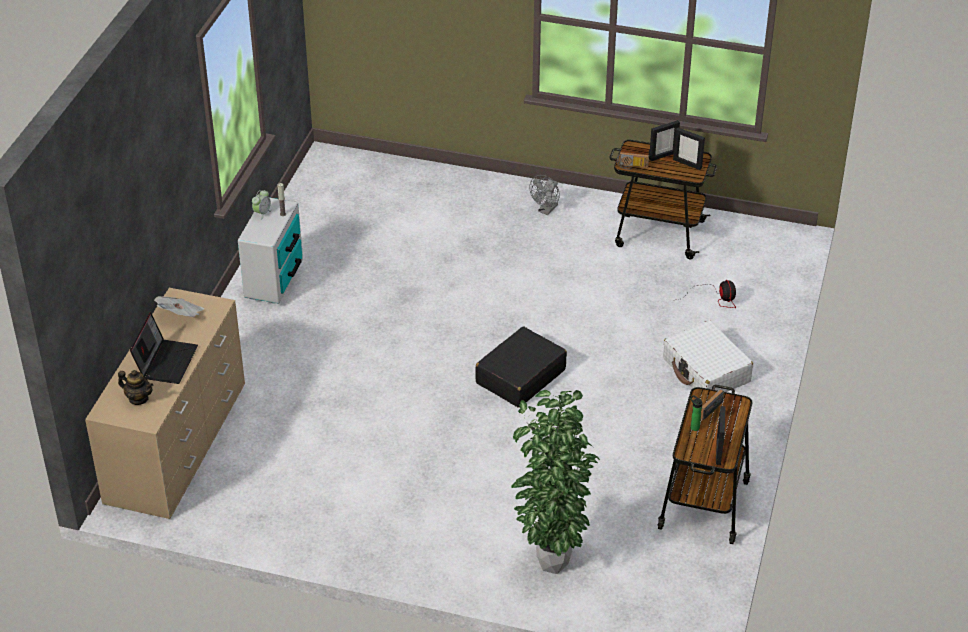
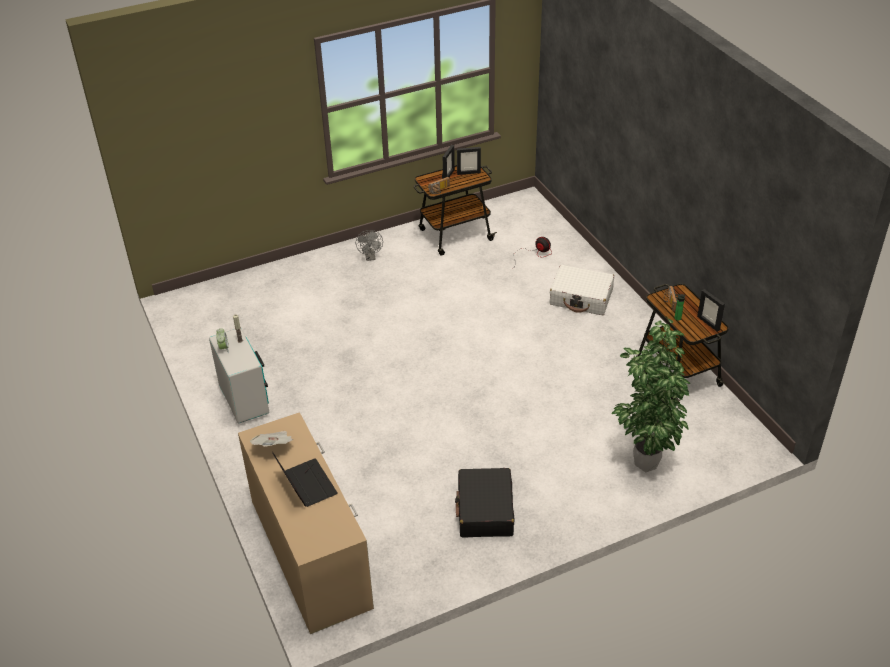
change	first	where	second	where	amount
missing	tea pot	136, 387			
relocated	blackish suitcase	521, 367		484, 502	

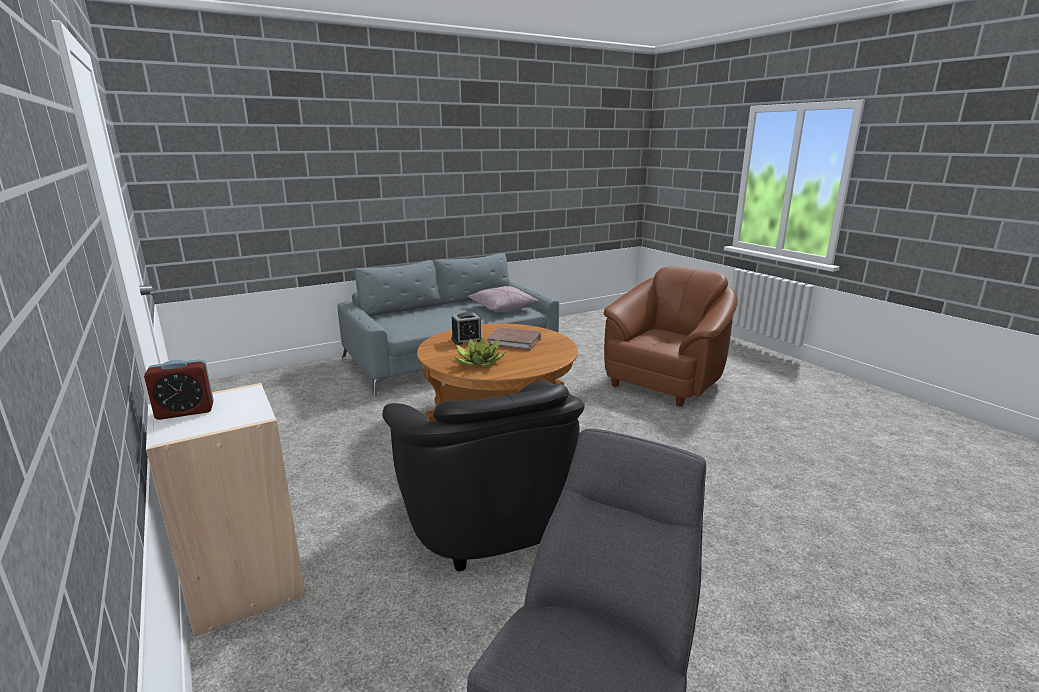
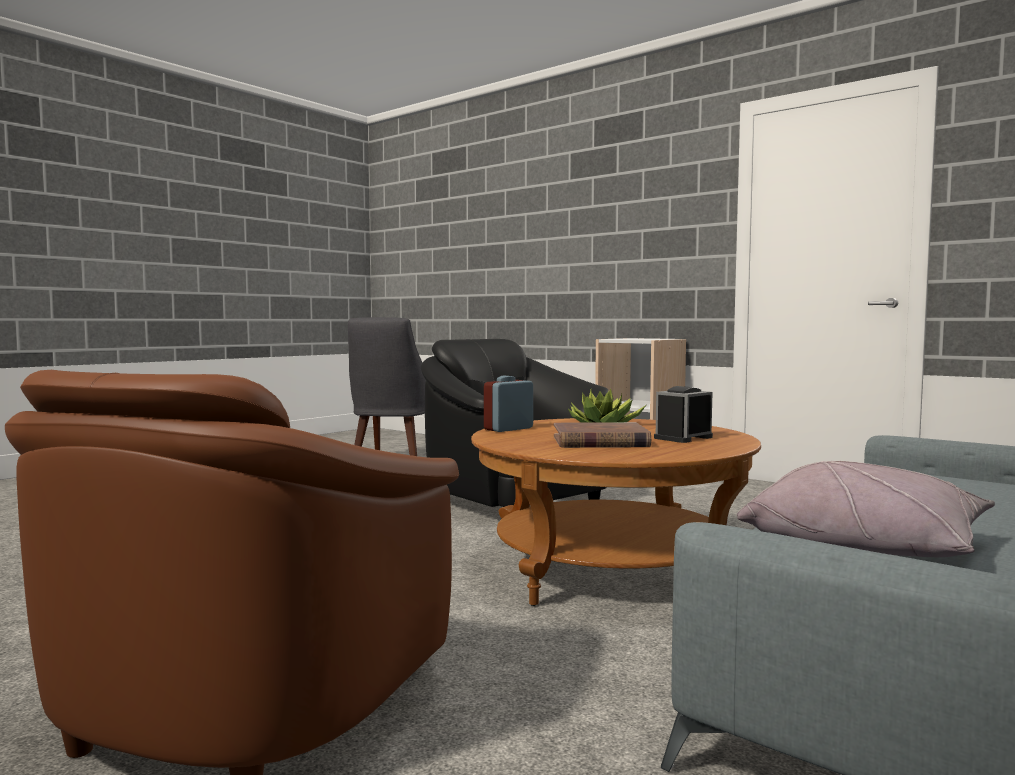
change	first	where	second	where	amount
relocated	alarm clock	179, 389		508, 403	

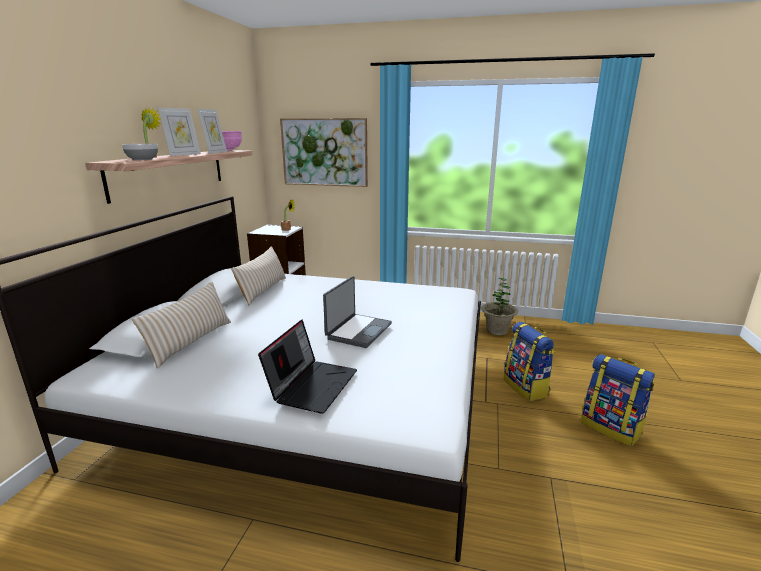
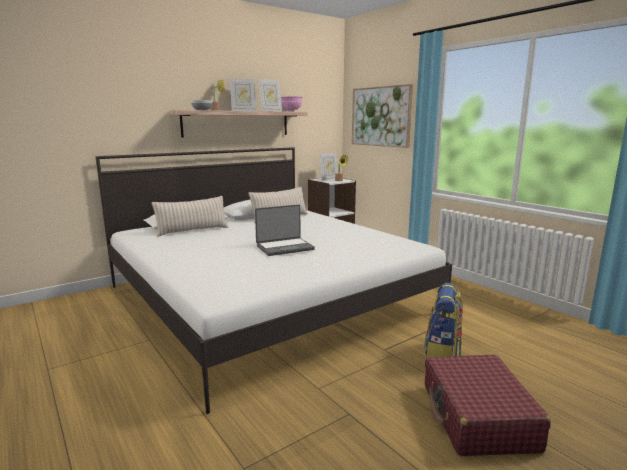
change	first	where	second	where	amount
missing	laptop	307, 367			
missing	plant in a pot	499, 306			
appeared			standing frame	328, 167	
exchanged	backpack	618, 400	reddish suitcase	488, 405	

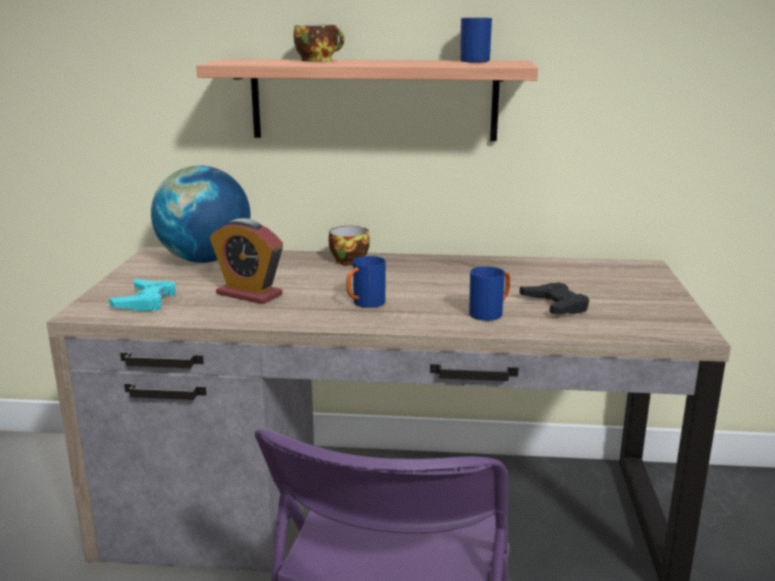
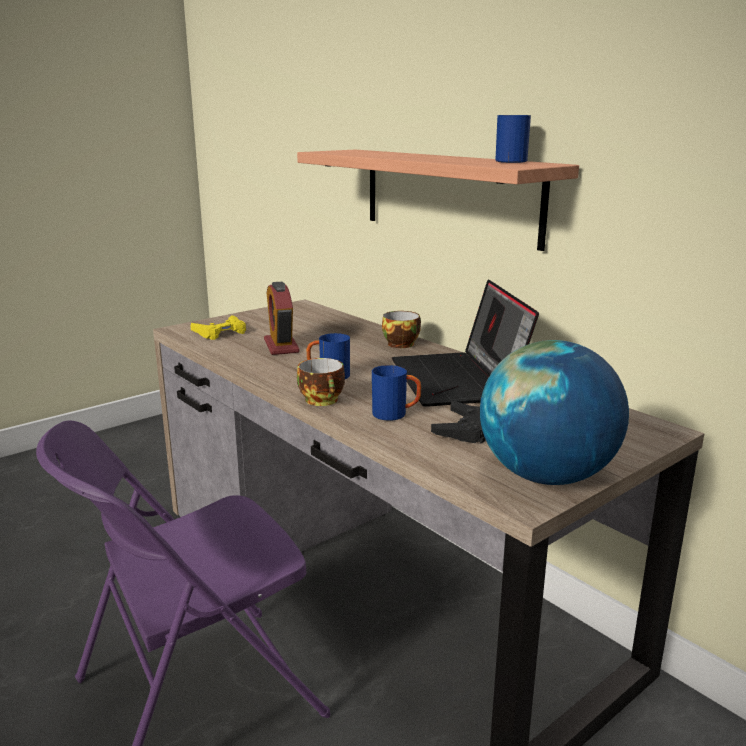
change	first	where	second	where	amount
appeared			laptop	465, 343	
relocated	desk globe	200, 214		554, 412	
relocated	small cup	319, 43		321, 382	
colour	turquoise joypad	142, 294	yellow-coloured joypad	218, 327	

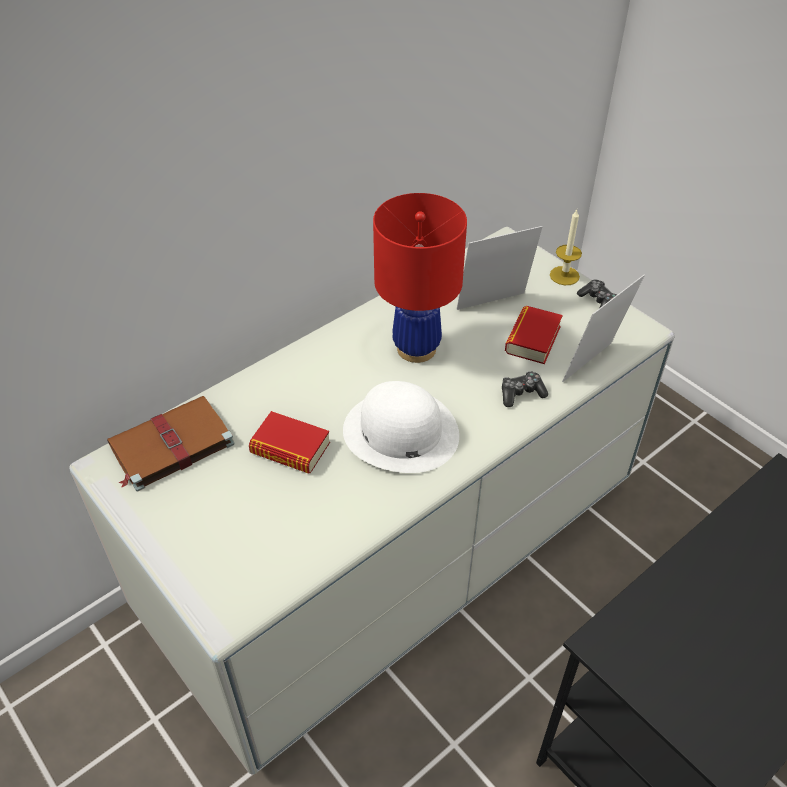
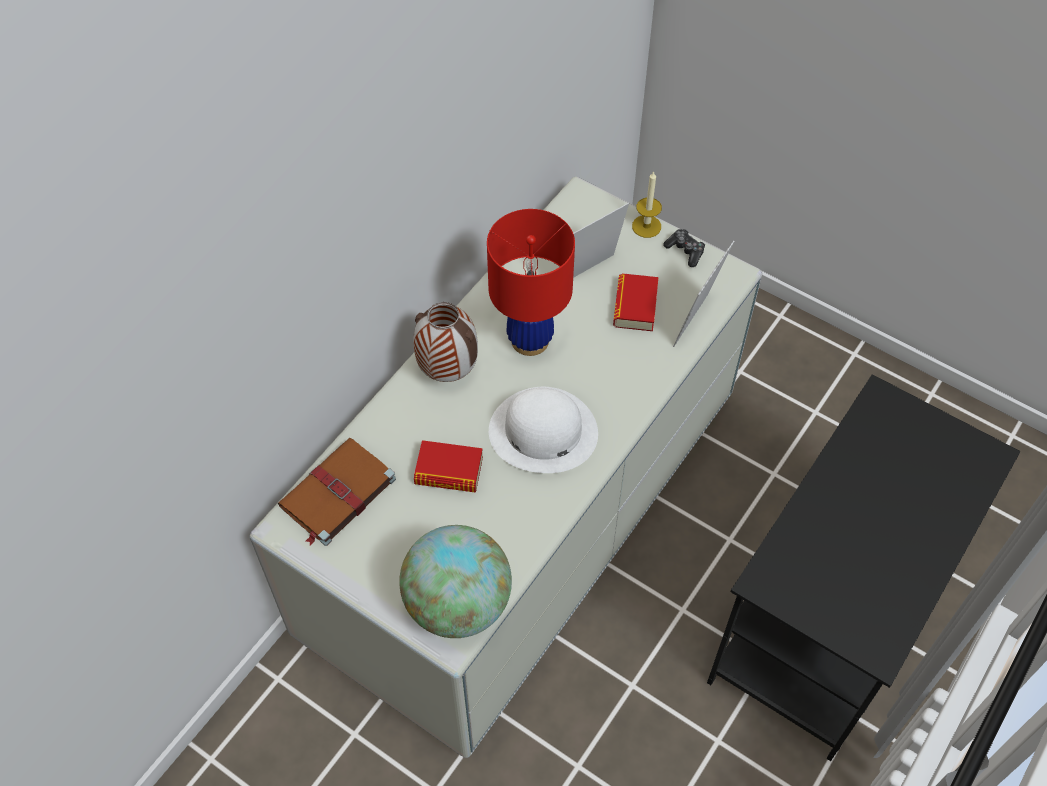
change	first	where	second	where	amount
missing	joypad	525, 389			
appeared			desk globe	455, 581	
appeared			decorative vase	446, 342	

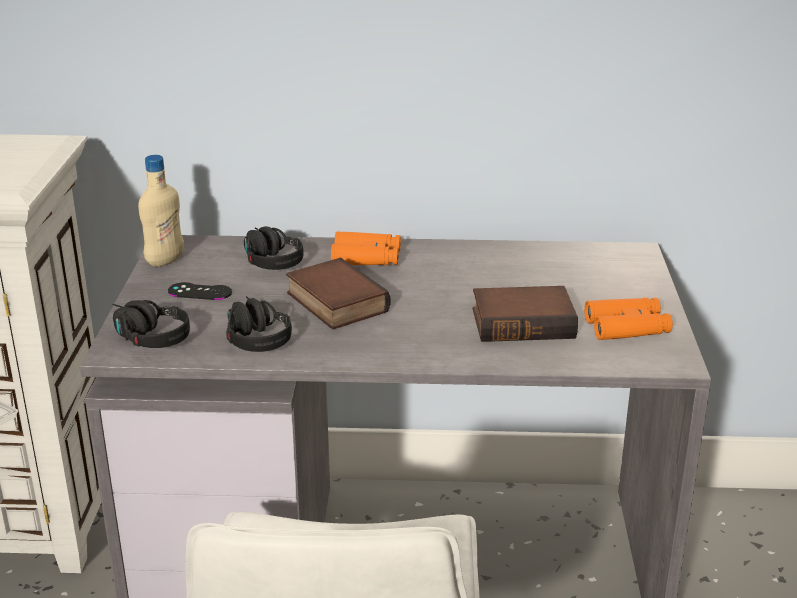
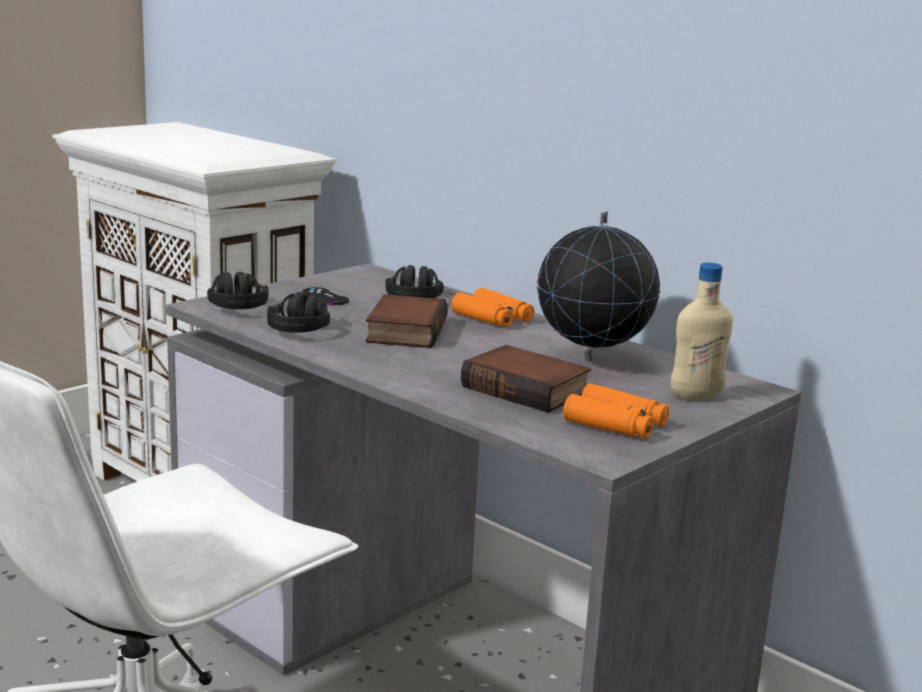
change	first	where	second	where	amount
appeared			desk globe	599, 286	
relocated	sand-coloured drink bottle	161, 211		702, 331	

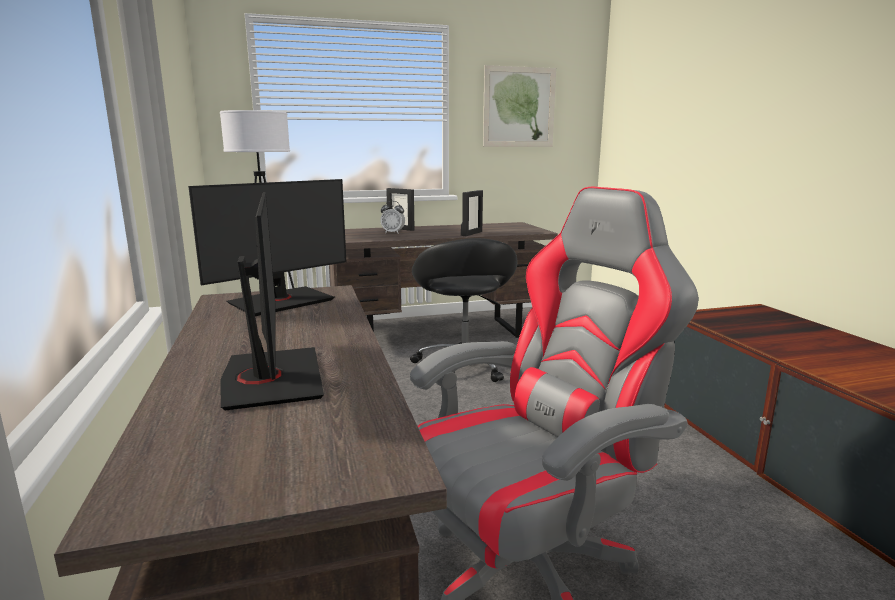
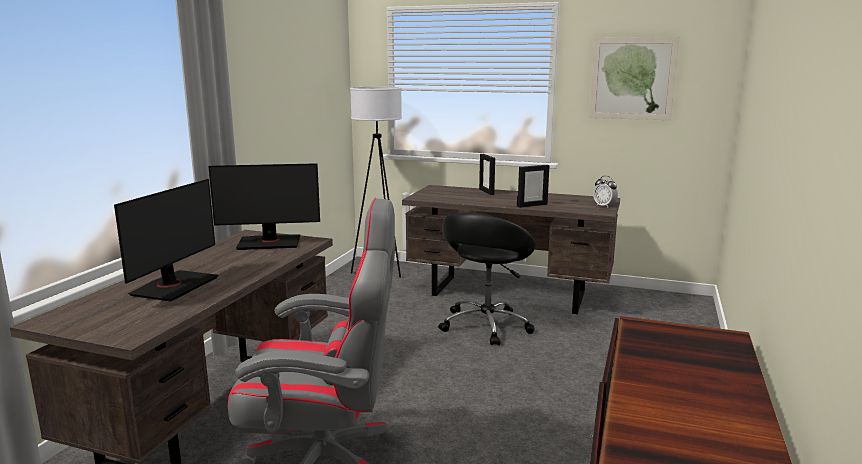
change	first	where	second	where	amount
relocated	alarm clock	392, 217		605, 192	

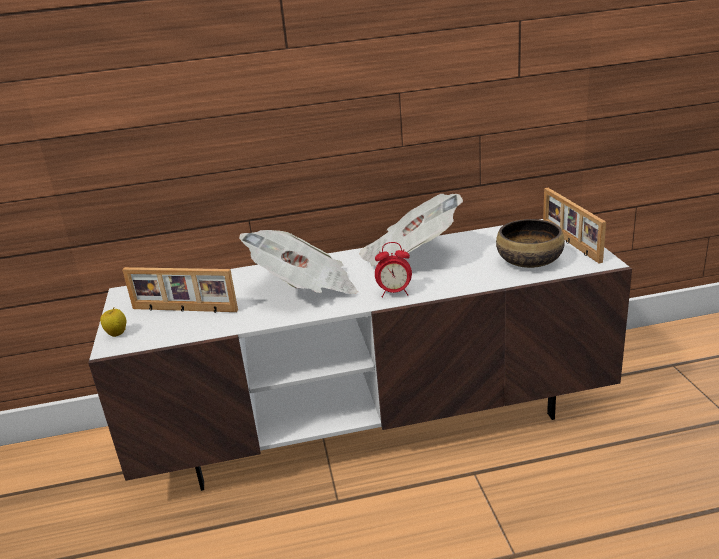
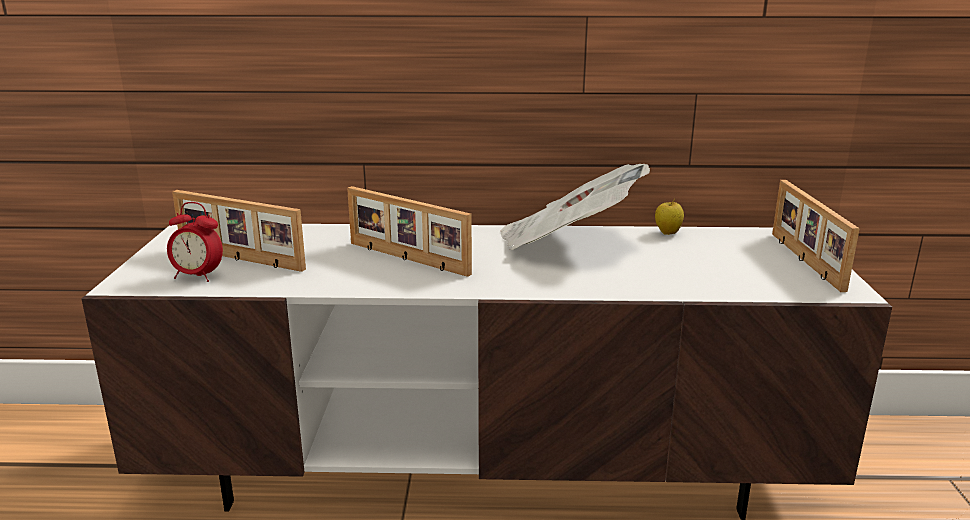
change	first	where	second	where	amount
missing	deep dish	530, 243			
relocated	apple fruit	113, 322		669, 217	
relocated	alarm clock	393, 270		195, 242	
exchanged	daily paper	298, 262	standing frame	409, 231	

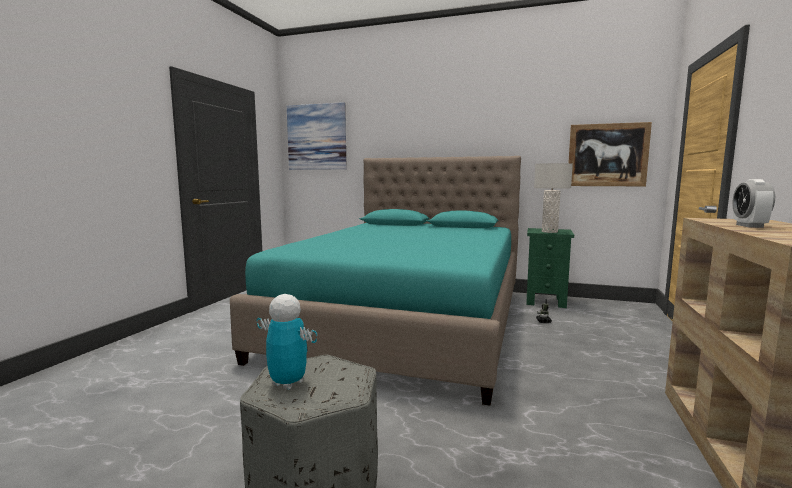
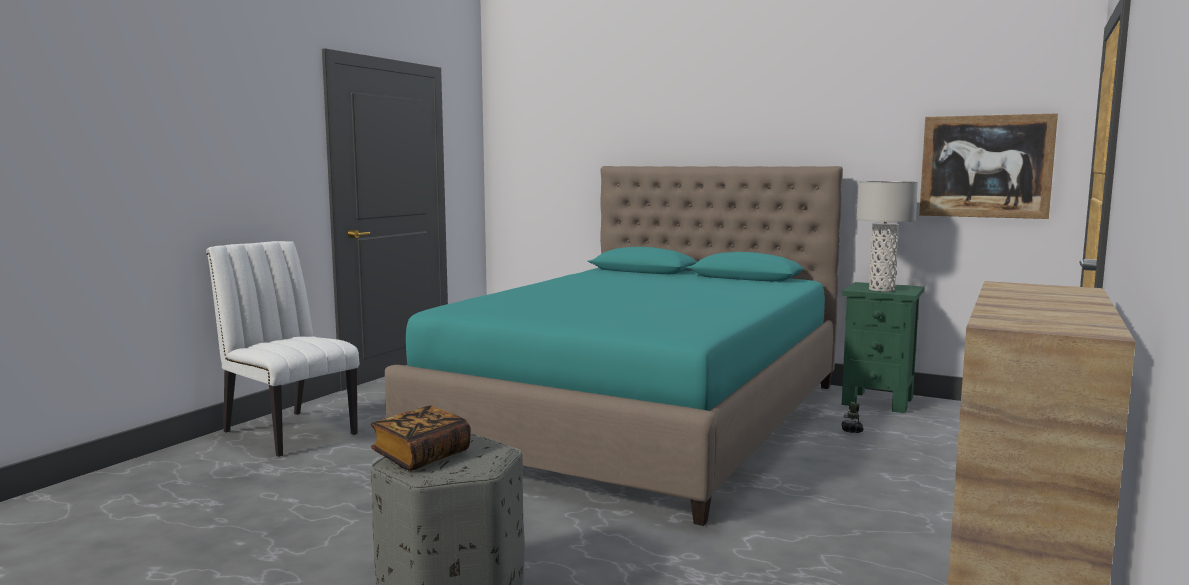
change	first	where	second	where	amount
missing	picture	317, 136			
missing	alarm clock	753, 203			
appeared			white plain chair	283, 349	
exchanged	robot figure	287, 342	book	421, 438	

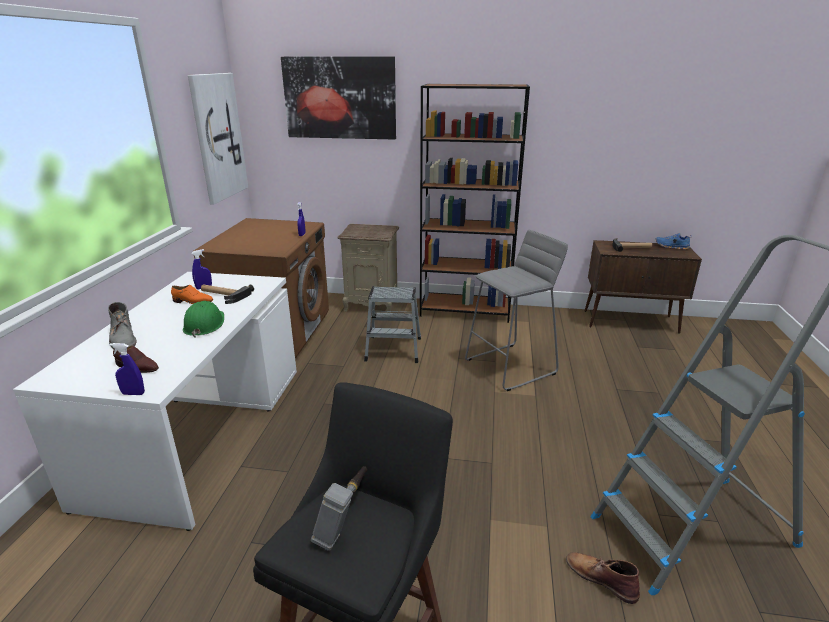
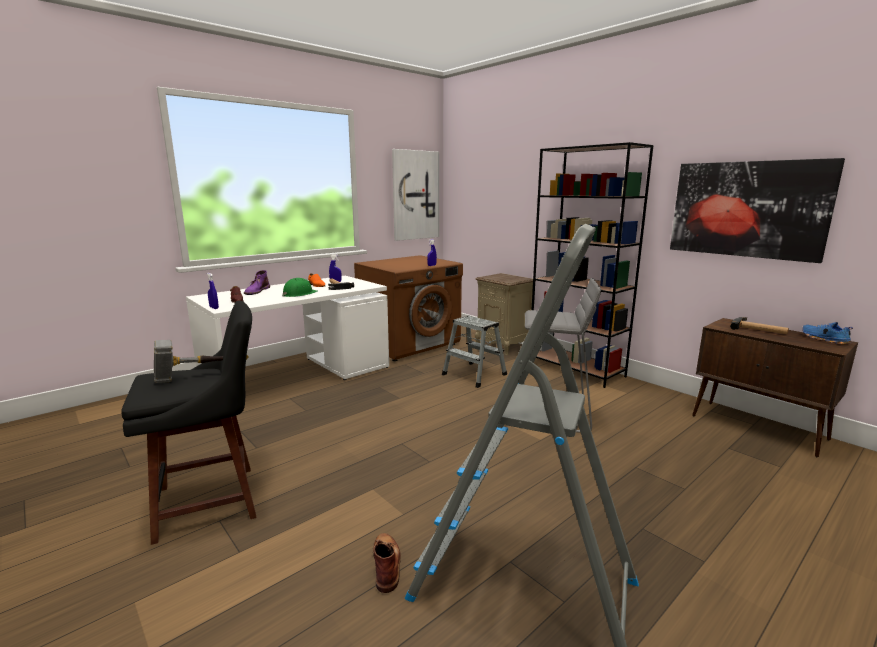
change	first	where	second	where	amount
relocated	picture	338, 98		757, 210	
colour	grey boot	122, 325	purplish boot	257, 282	

